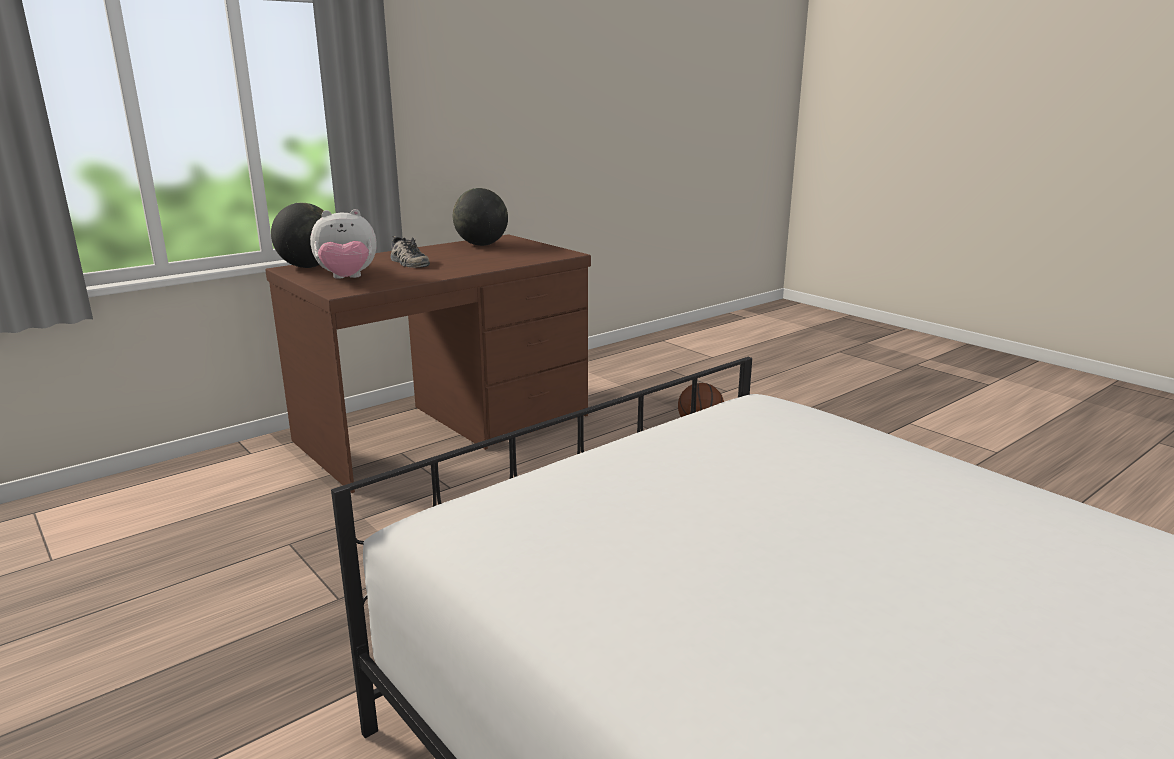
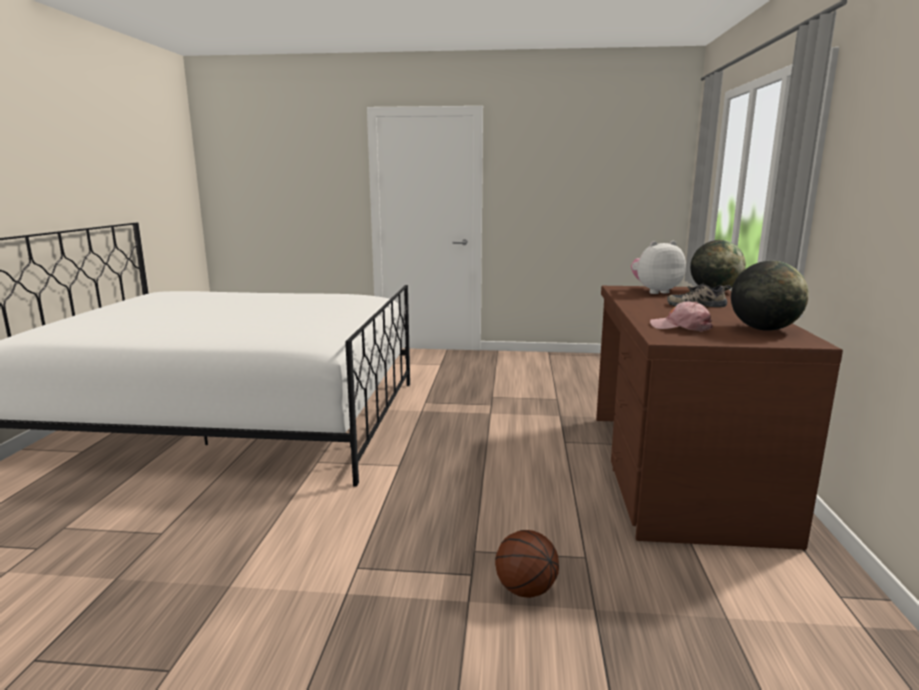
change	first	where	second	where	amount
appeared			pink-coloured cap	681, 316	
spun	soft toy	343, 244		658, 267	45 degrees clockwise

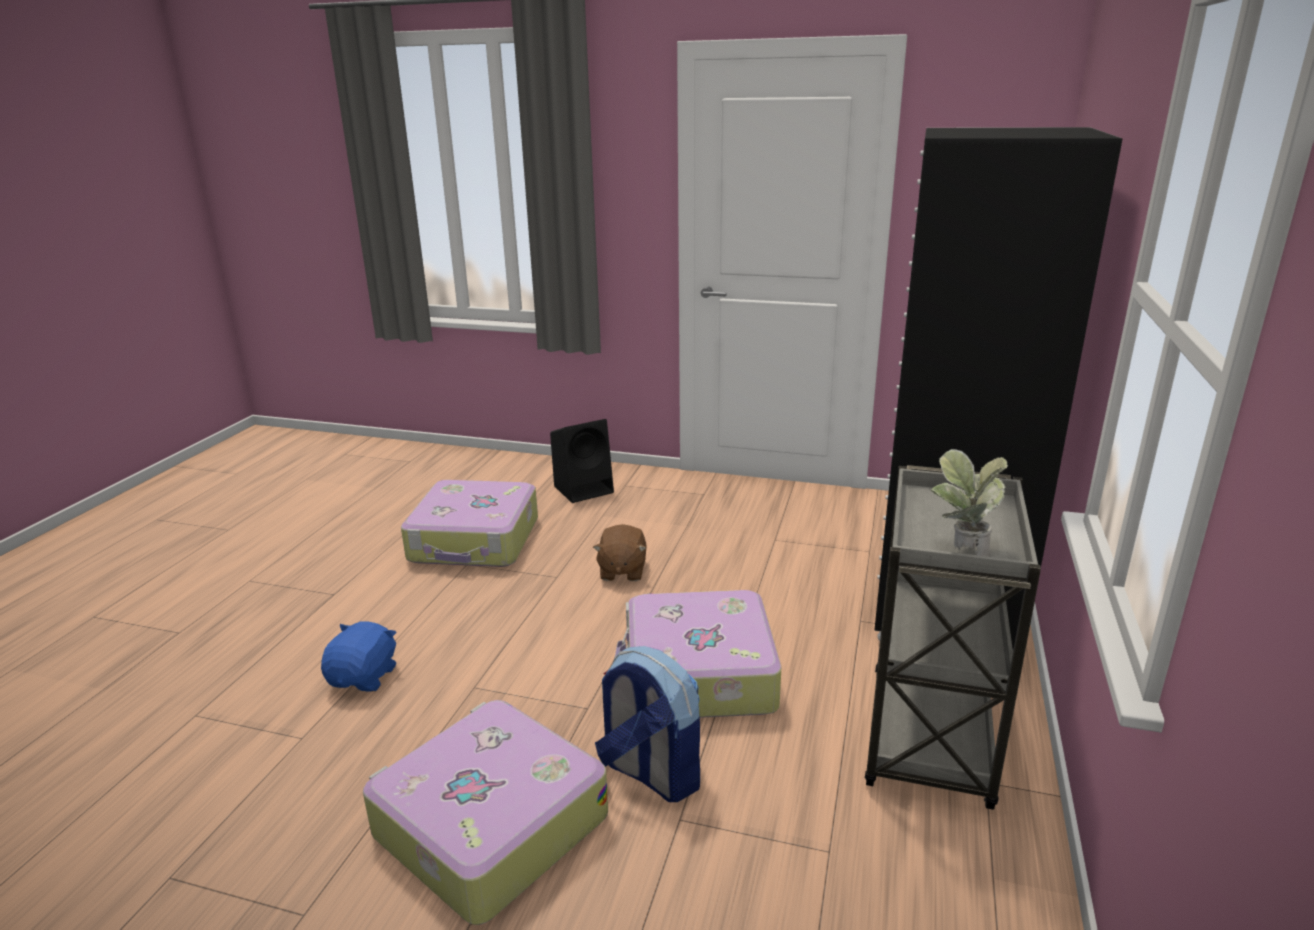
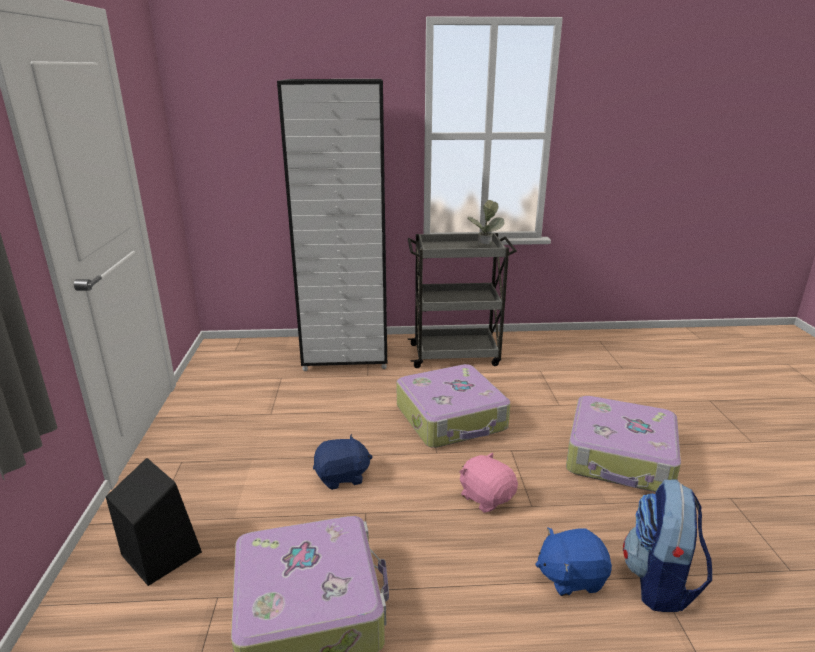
change	first	where	second	where	amount
appeared			pink-coloured soft toy	488, 482	
relocated	backpack	647, 724		667, 545	
colour	brownish soft toy	620, 552	blue soft toy	343, 462	

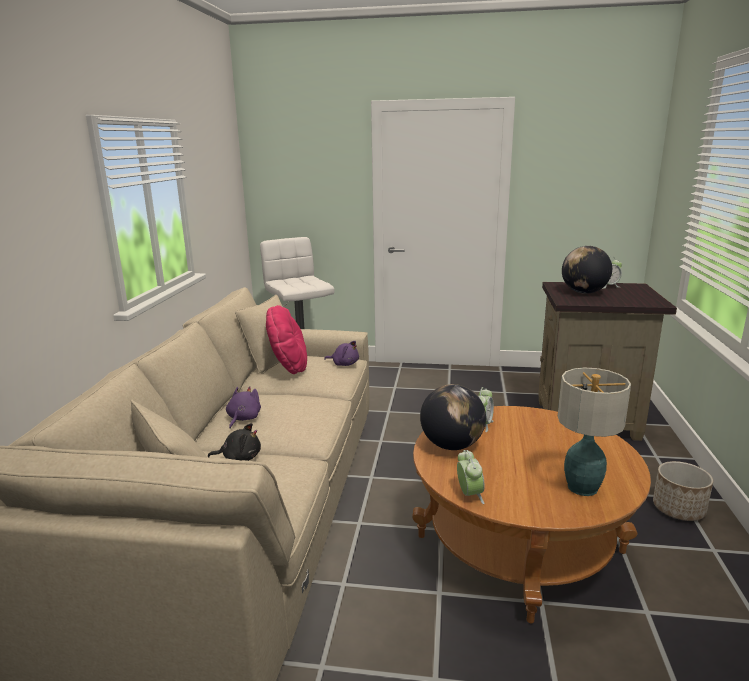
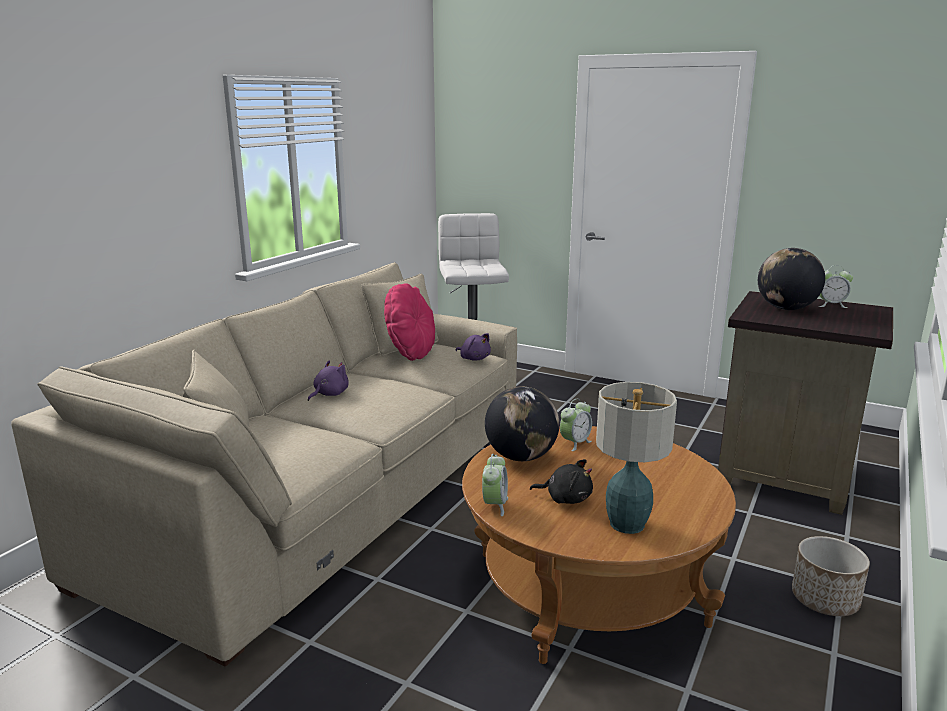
change	first	where	second	where	amount
relocated	blackish soft toy	234, 442		561, 481	

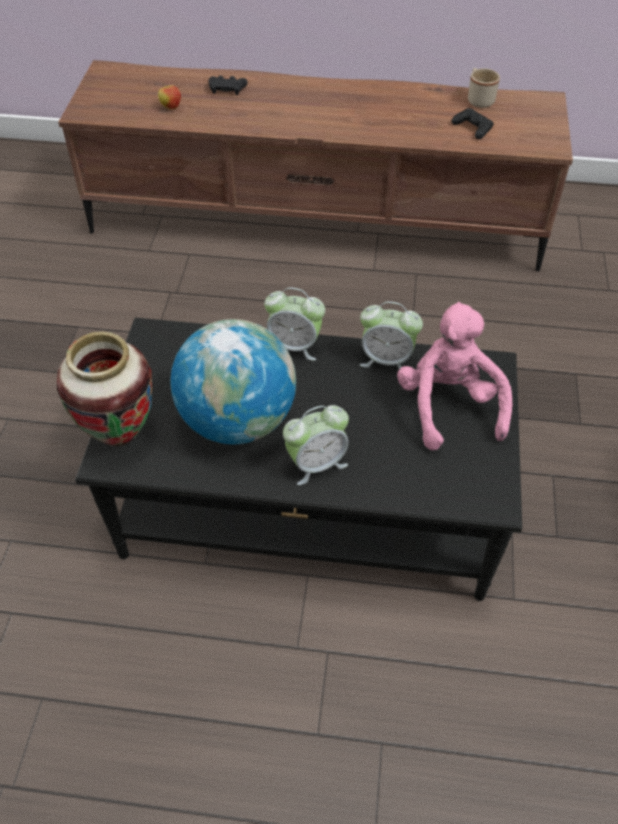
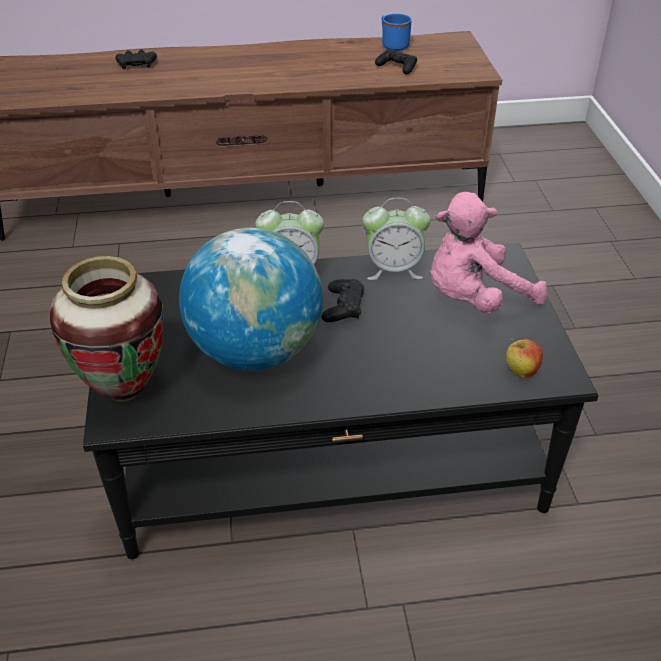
change	first	where	second	where	amount
missing	alarm clock	316, 445			
appeared			blackish joypad	342, 300	
relocated	apple fruit	169, 96		524, 358	
colour	sand-coloured mug	484, 88	blue mug	397, 32	
spun	pink-coloured soft toy	455, 376		488, 253	90 degrees counterclockwise

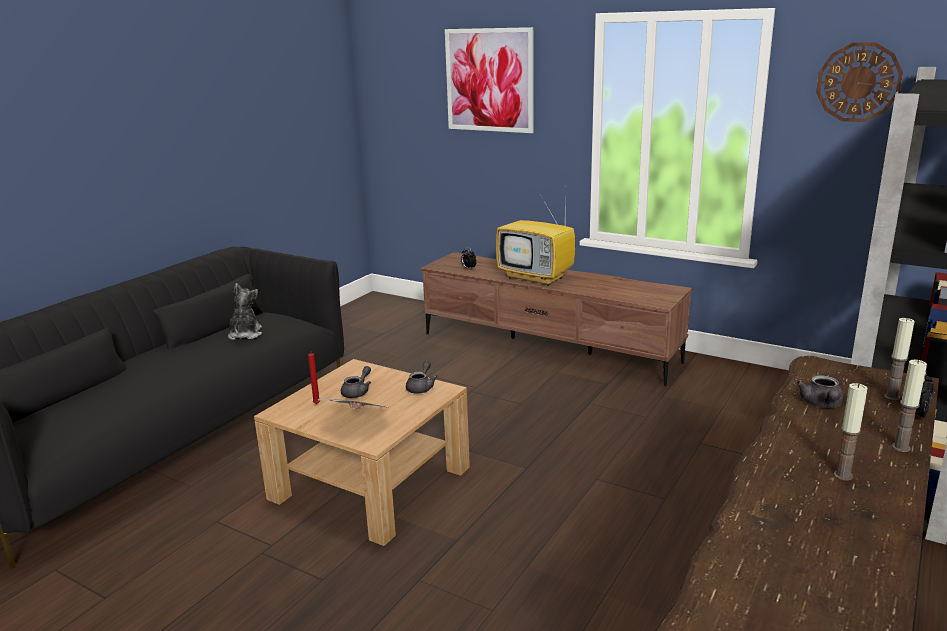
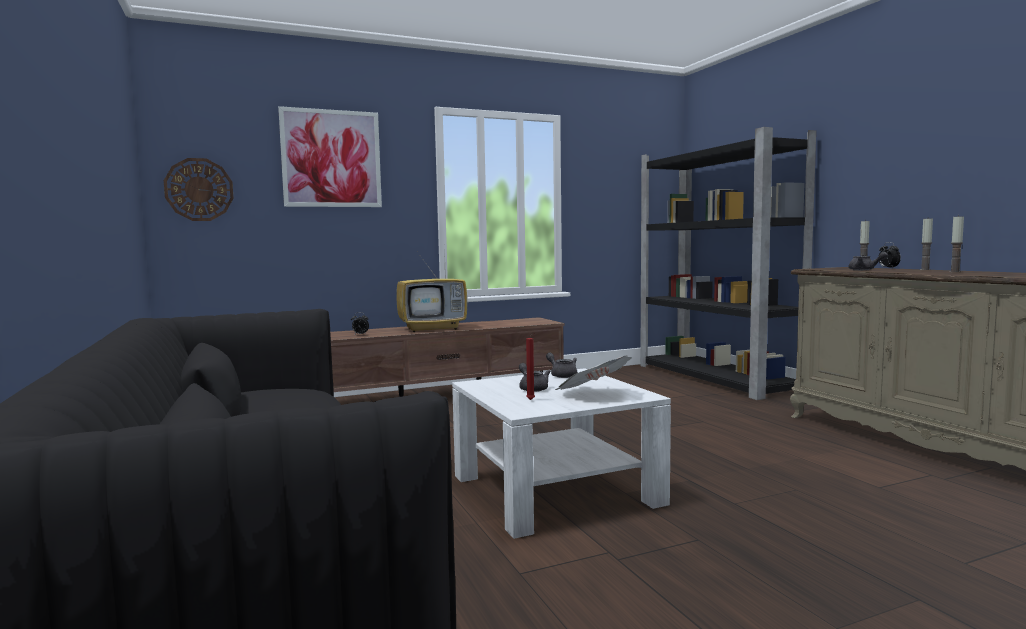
change	first	where	second	where	amount
missing	soft toy	245, 311			
relocated	hanging clock	859, 82		199, 189	
colour	brownish lounge table	362, 452	white lounge table	561, 453	

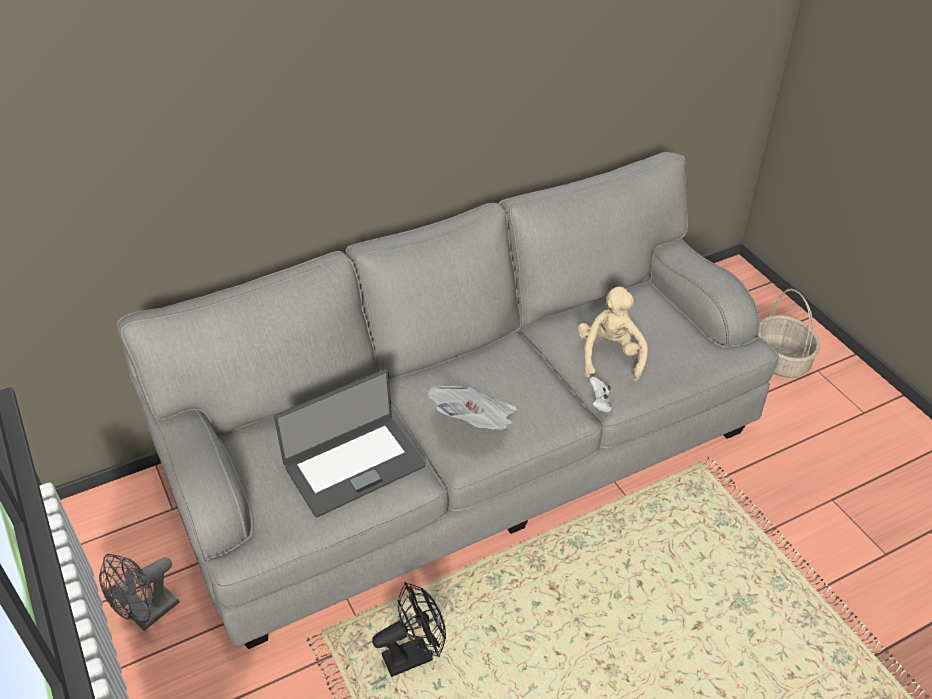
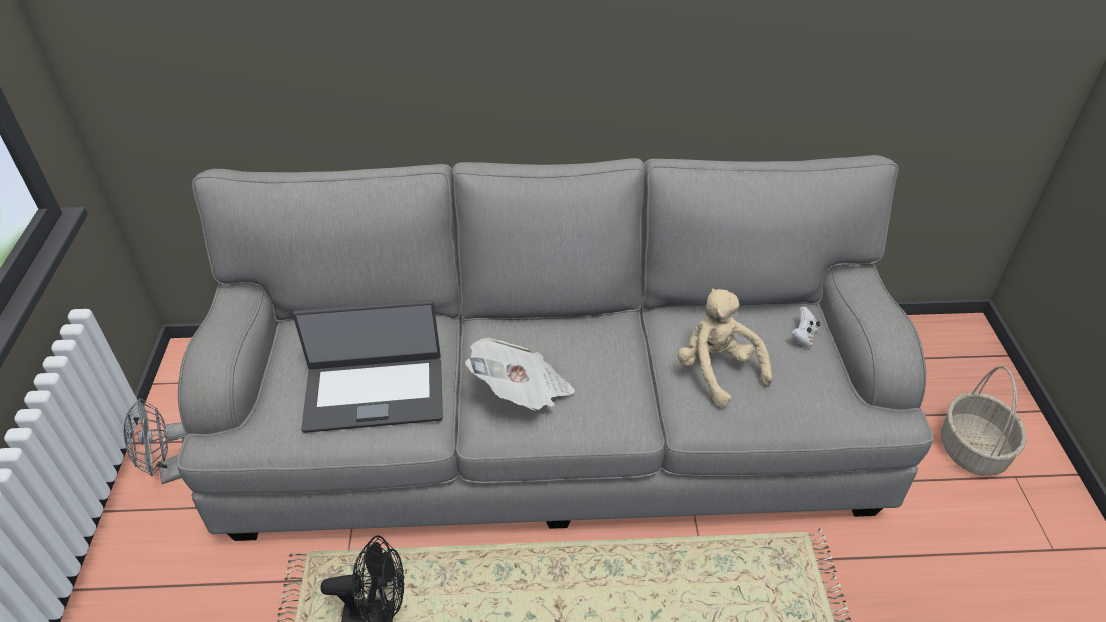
change	first	where	second	where	amount
relocated	white joypad	601, 395		805, 327	
spun	sand-coloured soft toy	612, 334		725, 348	60 degrees counterclockwise

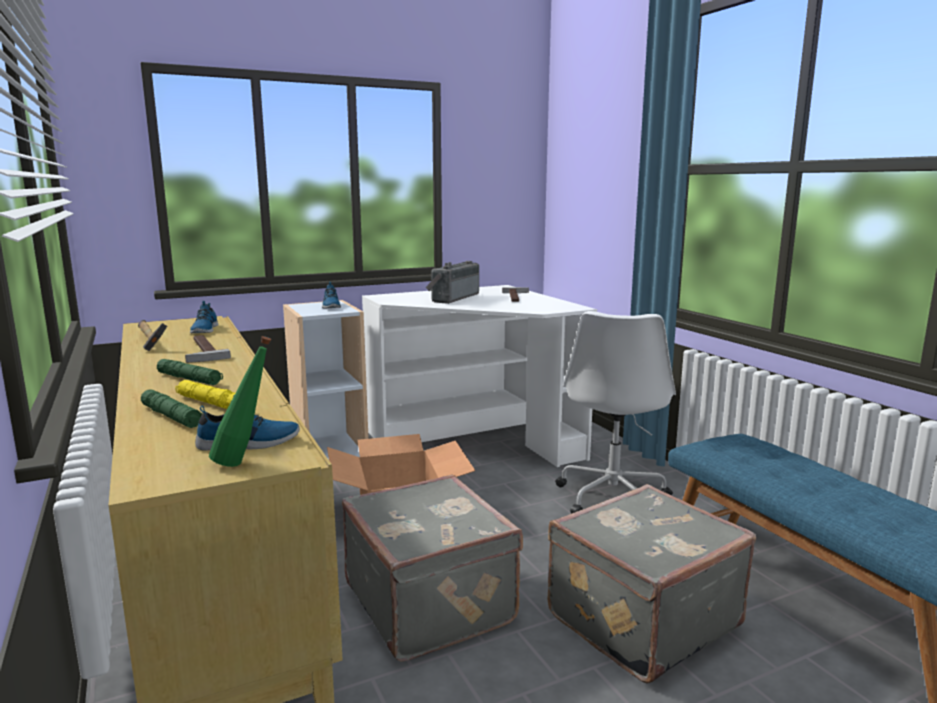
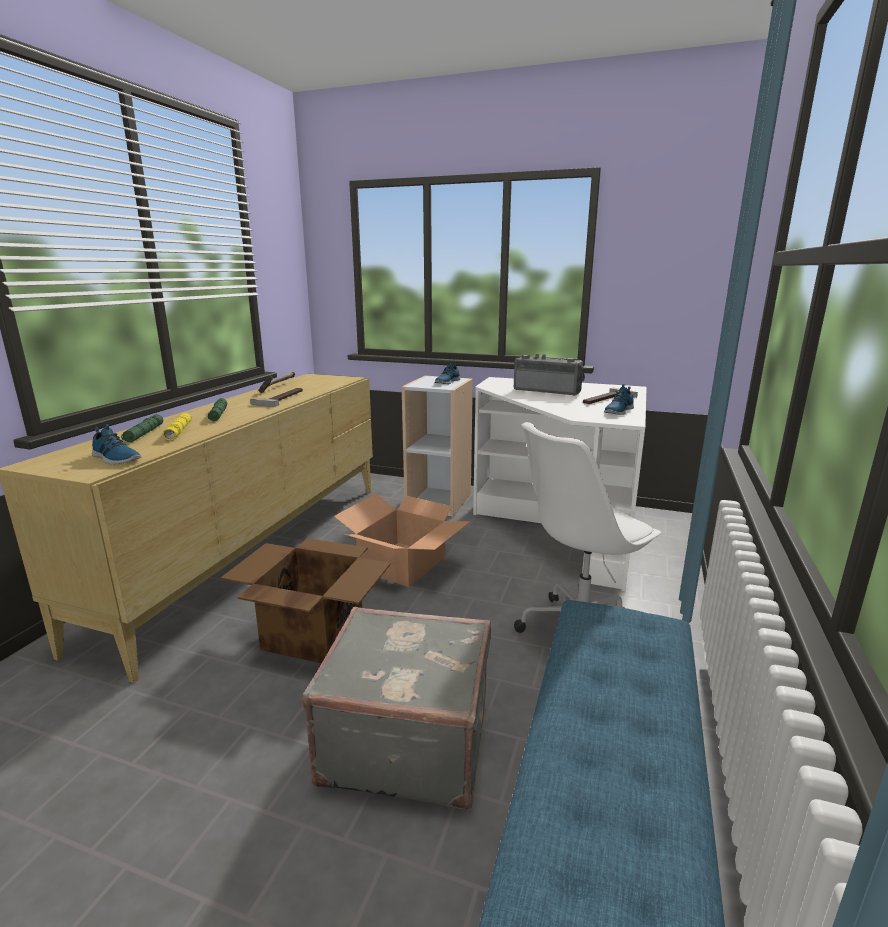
change	first	where	second	where	amount
missing	green drink bottle	240, 401			
relocated	low shoe	204, 317		619, 399	
exchanged	grey suitcase	432, 568	carton	306, 600	
spun	radio receiver	452, 282		549, 375	45 degrees clockwise

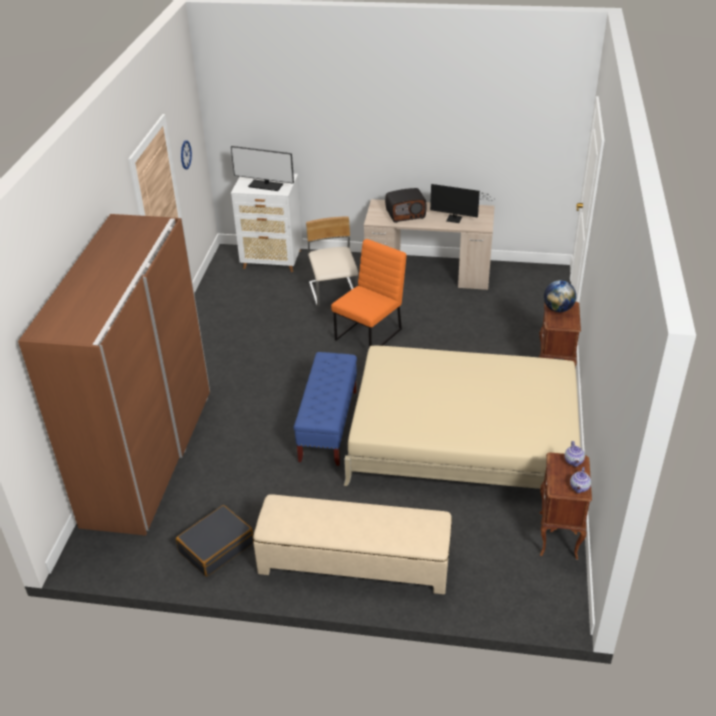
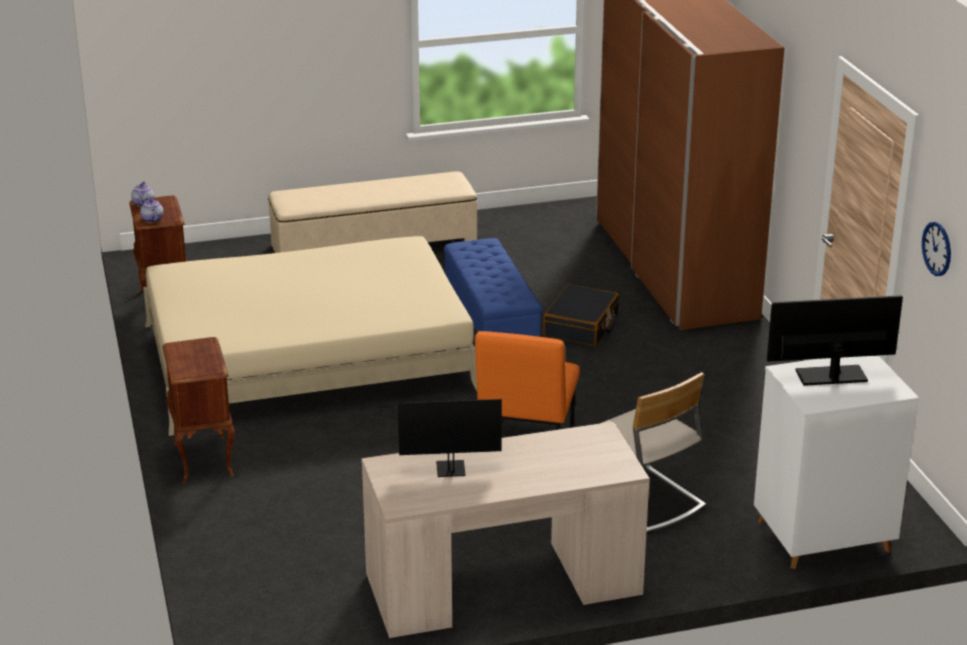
change	first	where	second	where	amount
missing	radio receiver	406, 205			
missing	desk globe	560, 296			
relocated	blackish suitcase	215, 541		581, 315	

